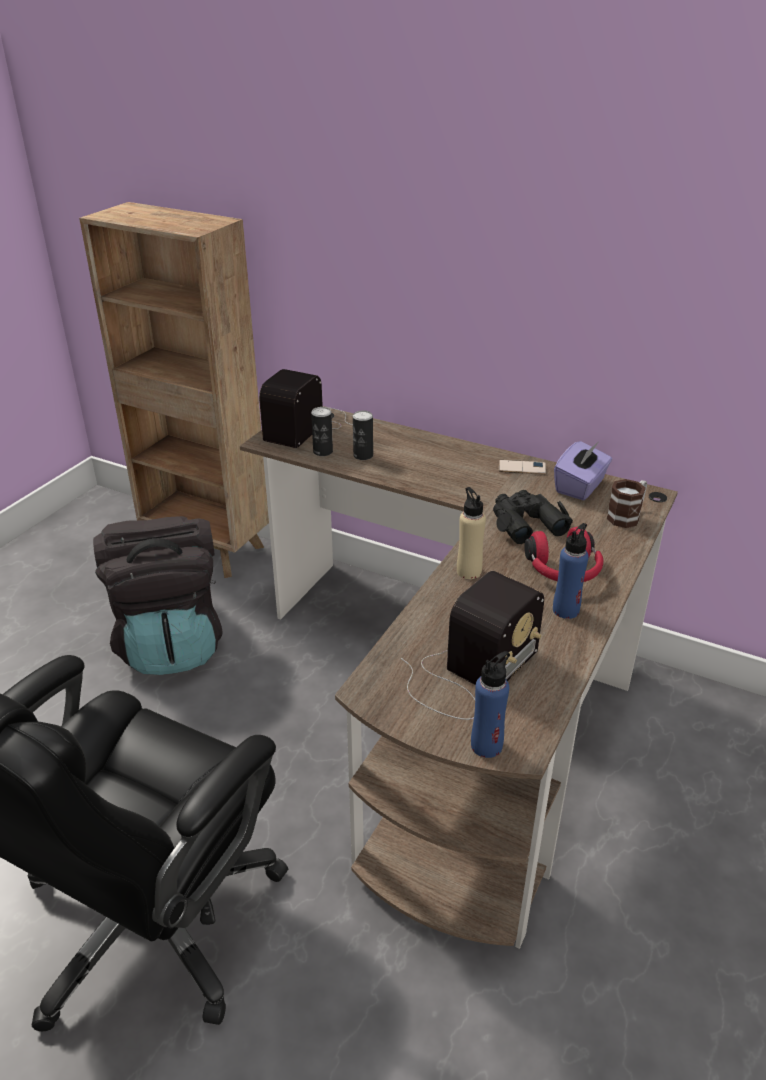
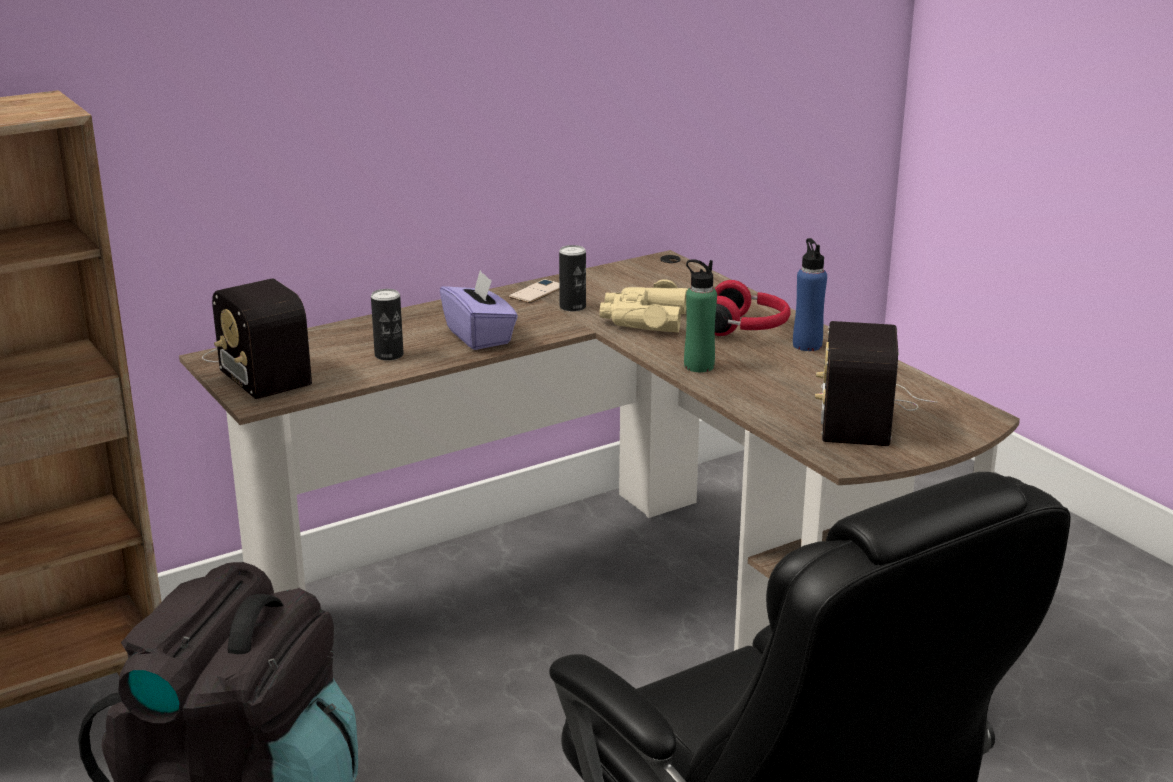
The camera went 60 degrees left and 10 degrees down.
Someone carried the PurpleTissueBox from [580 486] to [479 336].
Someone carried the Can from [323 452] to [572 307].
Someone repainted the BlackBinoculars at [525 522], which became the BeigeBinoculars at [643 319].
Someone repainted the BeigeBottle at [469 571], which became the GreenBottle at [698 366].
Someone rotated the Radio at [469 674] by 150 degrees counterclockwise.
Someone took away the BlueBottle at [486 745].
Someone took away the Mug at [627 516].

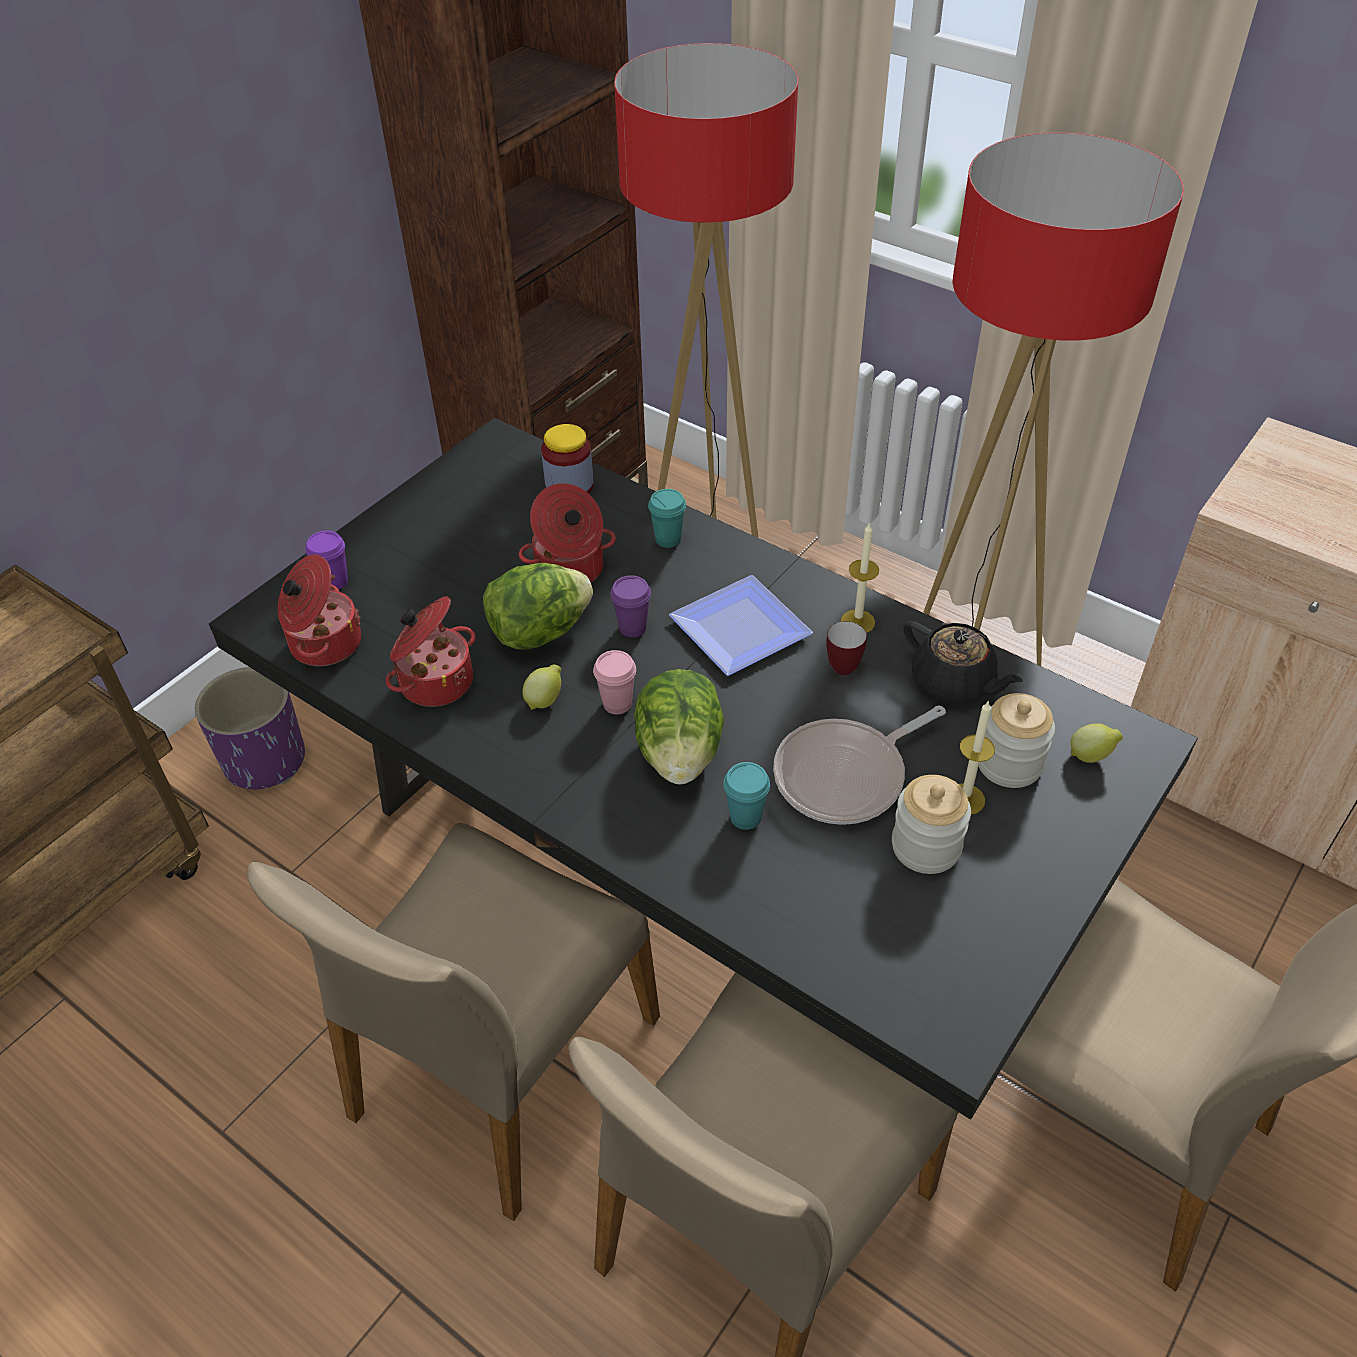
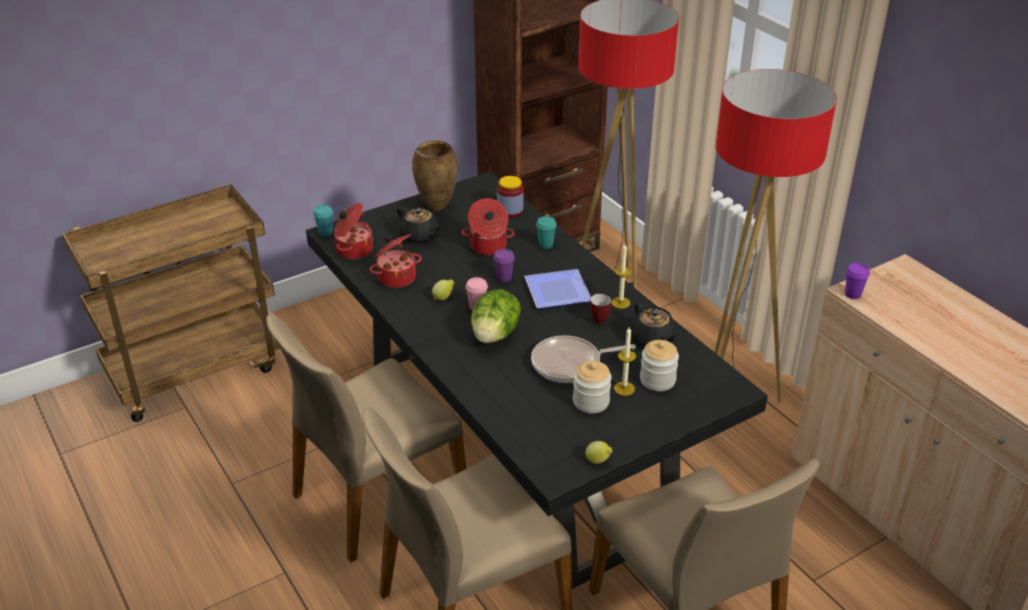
The camera went 20 degrees right and 10 degrees down.
Someone carried the TurquoiseCup from [745 817] to [325 233].
Someone put down the BlackTeapot at [420 237].
Someone put down the BrownVase at [436 209].
Someone carried the Lemon from [1091 756] to [598 461].
Someone carried the PurpleCup from [335 582] to [852 294].
Someone took away the PurplePlanter at [264 761].
Someone took away the Lettuce at [539 632].

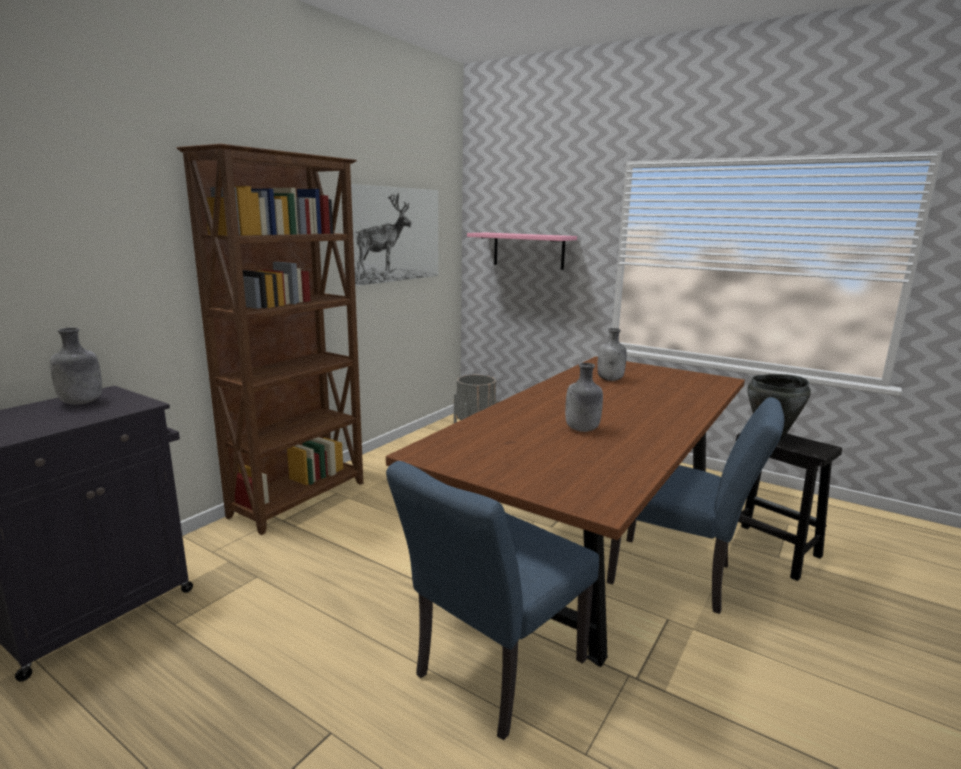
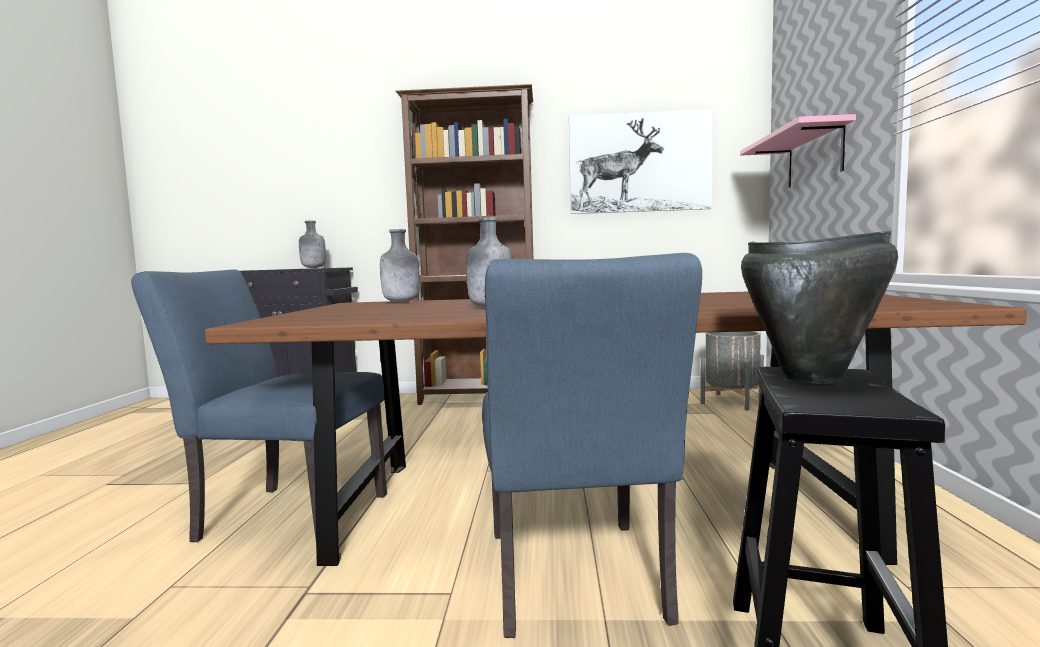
The camera went 60 degrees right and 10 degrees down.
Someone carried the GreyBottle from [610 379] to [401 302].

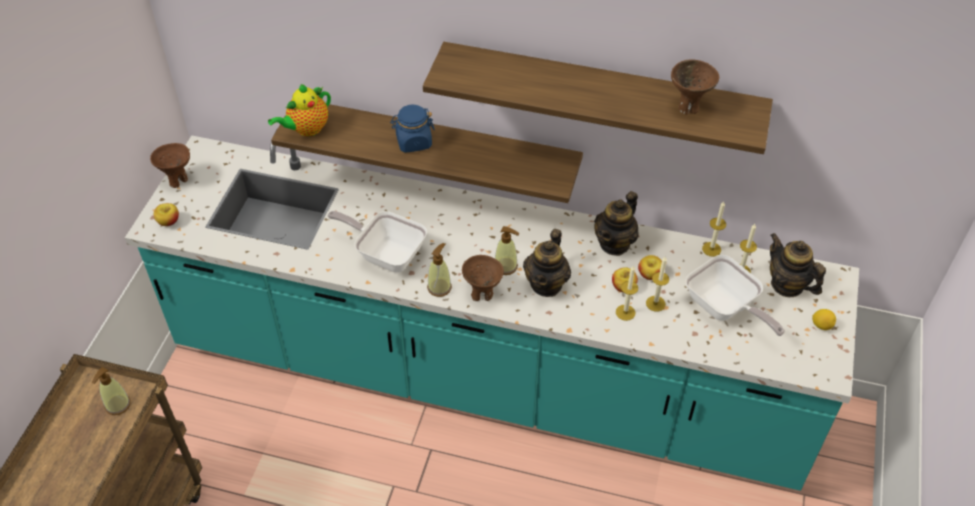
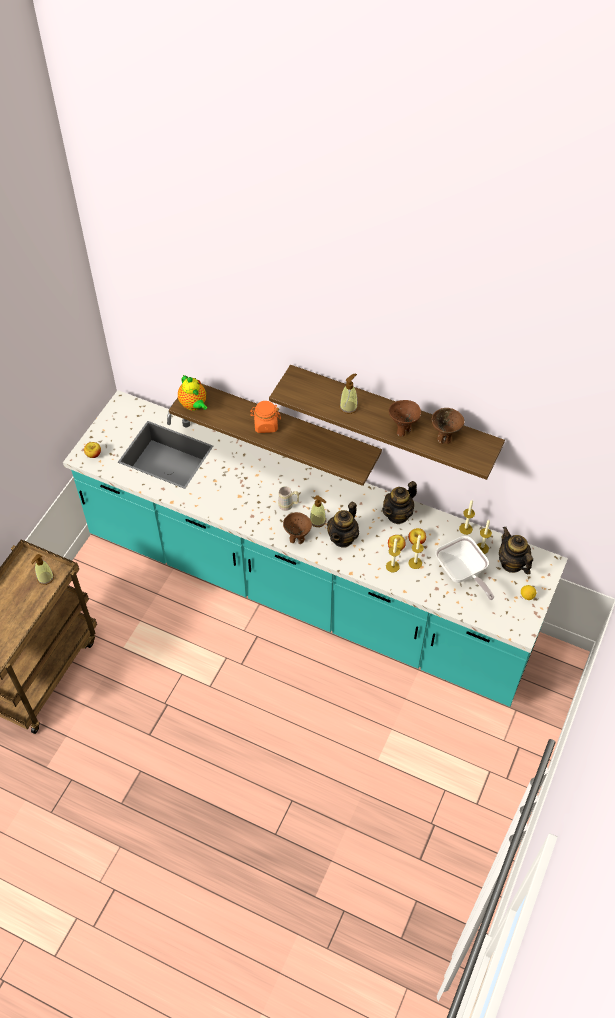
The camera went 10 degrees right and 5 degrees up.
Someone rotated the Teapot at [306 129] by 90 degrees counterclockwise.
Someone repainted the BlueJar at [413 142], which became the OrangeJar at [265 425].
Someone put down the BeigeMug at [288 505].
Someone carried the SoapDispenser from [439 287] to [348 407].
Someone carried the BrownBowl from [177 180] to [403 430].
Someone took away the FryingPan at [386 254].

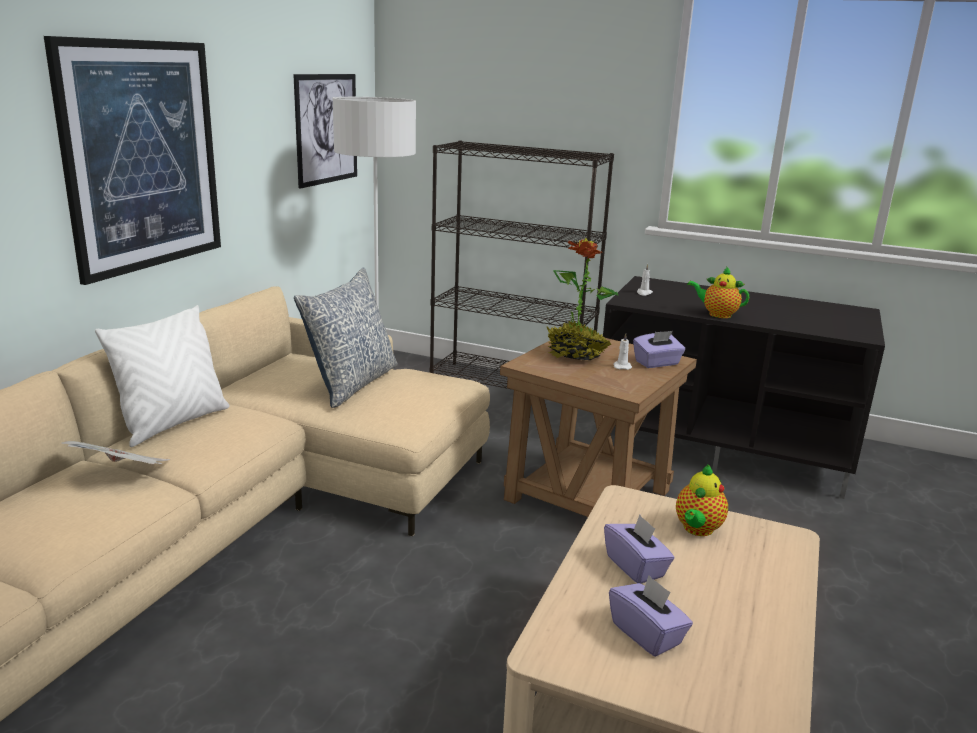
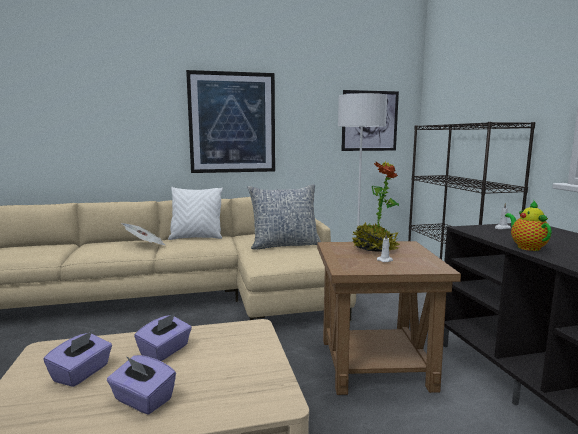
The camera went 55 degrees right and 10 degrees down.
Someone carried the PurpleTissueBox from [657 363] to [142 400].
Someone took away the Teapot at [697 529].

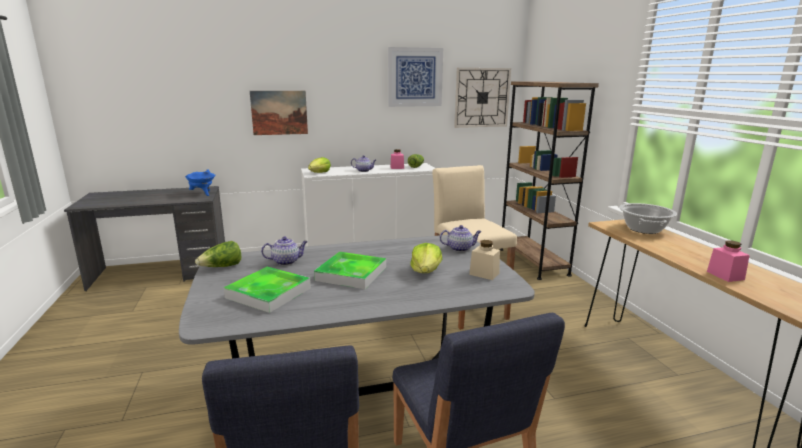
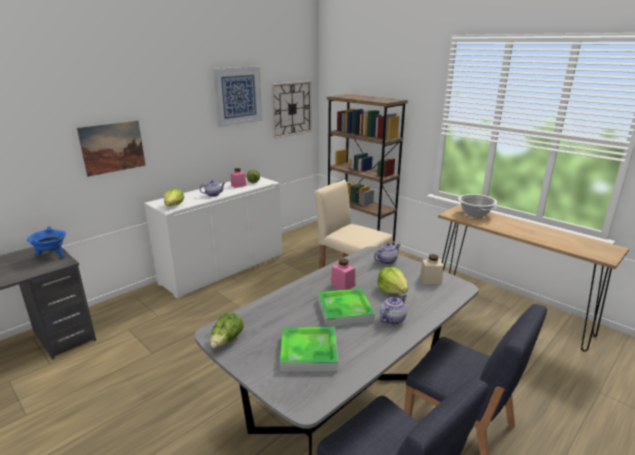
The camera went 30 degrees left and 5 degrees up.
Someone carried the PinkJar from [725 275] to [343 285].
Someone carried the Teapot from [286 261] to [392 319].

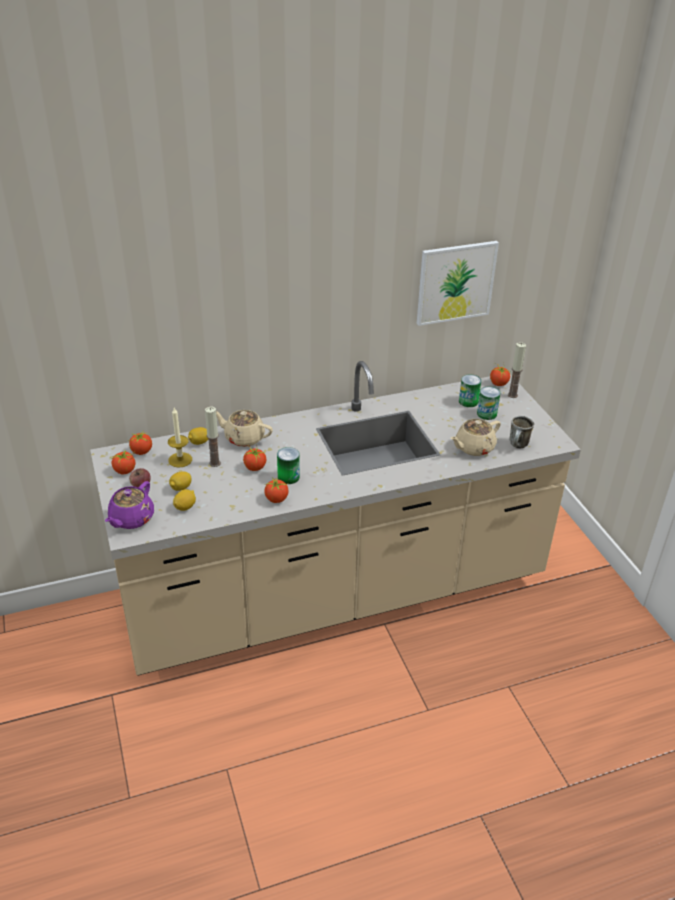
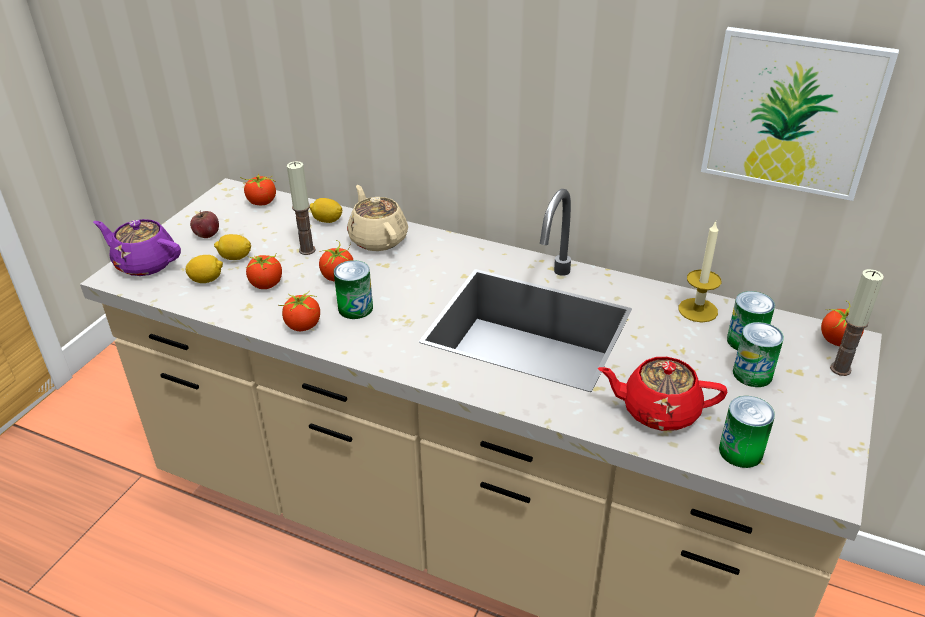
The camera went 45 degrees right and 0 degrees up.
Someone rotated the PurpleTeapot at [131 519] by 45 degrees clockwise.
Someone carried the Tomato from [125 470] to [266 284].
Someone repainted the BeigeTeapot at [473 448], which became the RedTeapot at [658 411].
Someone carried the Candle from [180 460] to [698 310].
Someone swapped the Mug at [518 446] for the Can at [740 451].

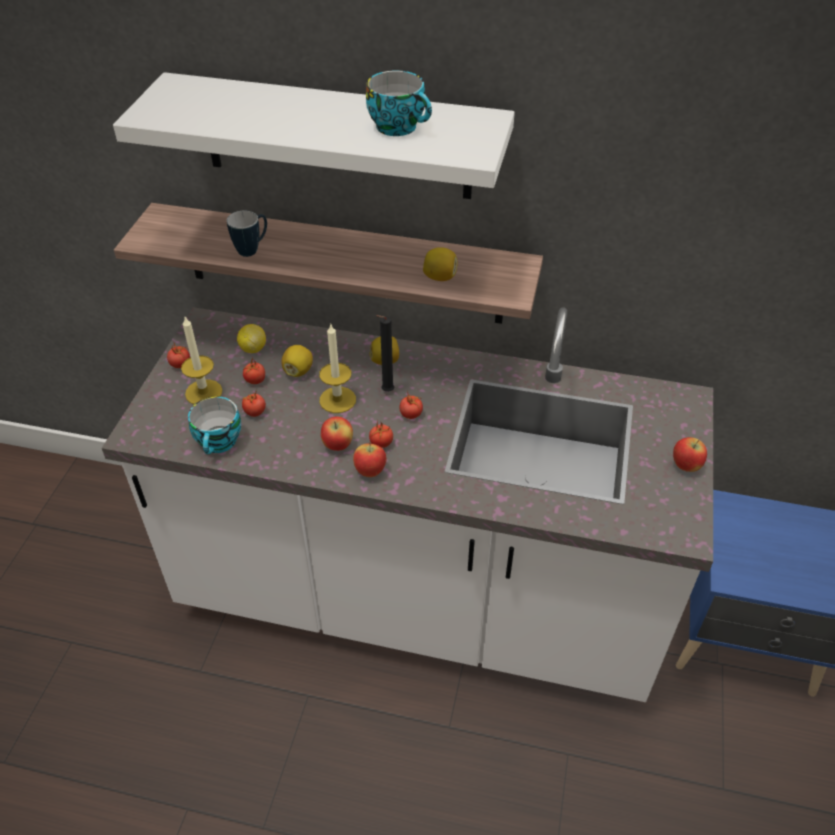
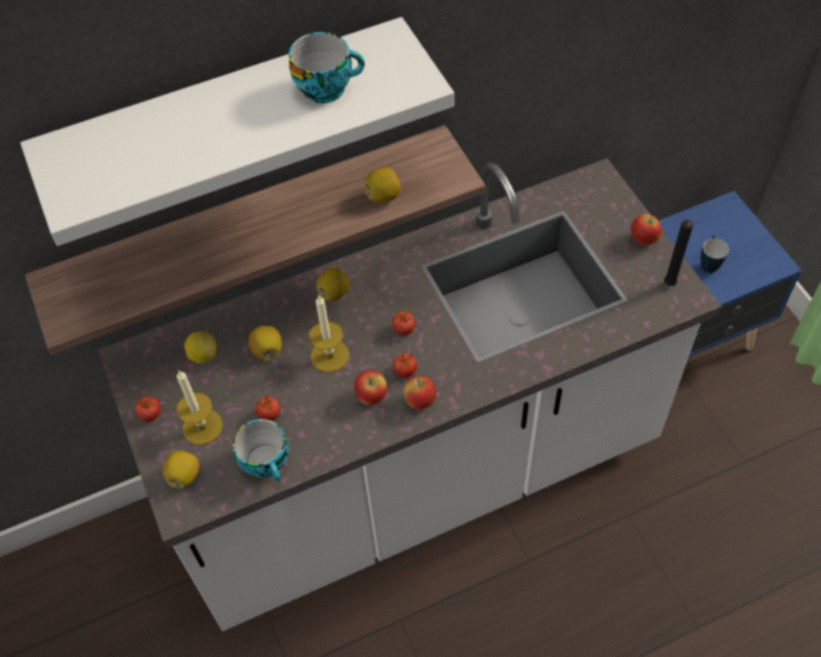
The camera went 35 degrees left and 10 degrees up.
Someone put down the Lemon at [184 475].
Someone carried the BlackCandle from [386 392] to [669 286].
Someone carried the Mug from [252 249] to [709 263].
Someone took away the Tomato at [255 381].

